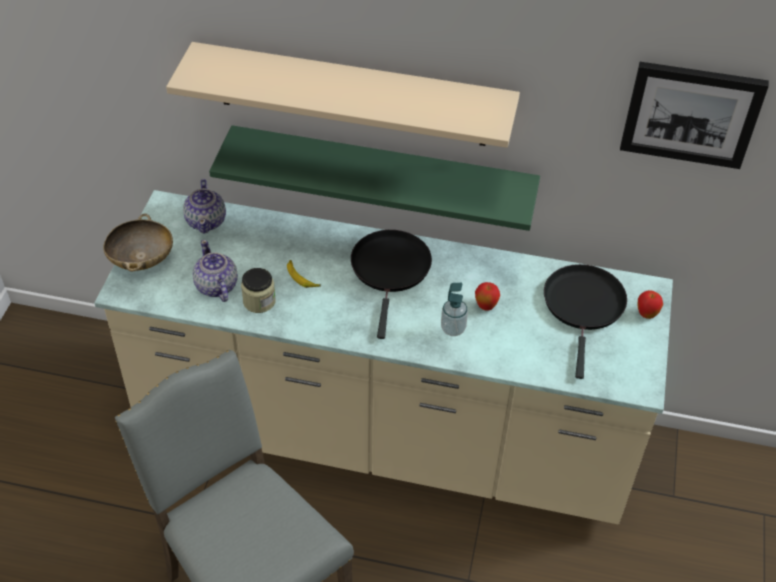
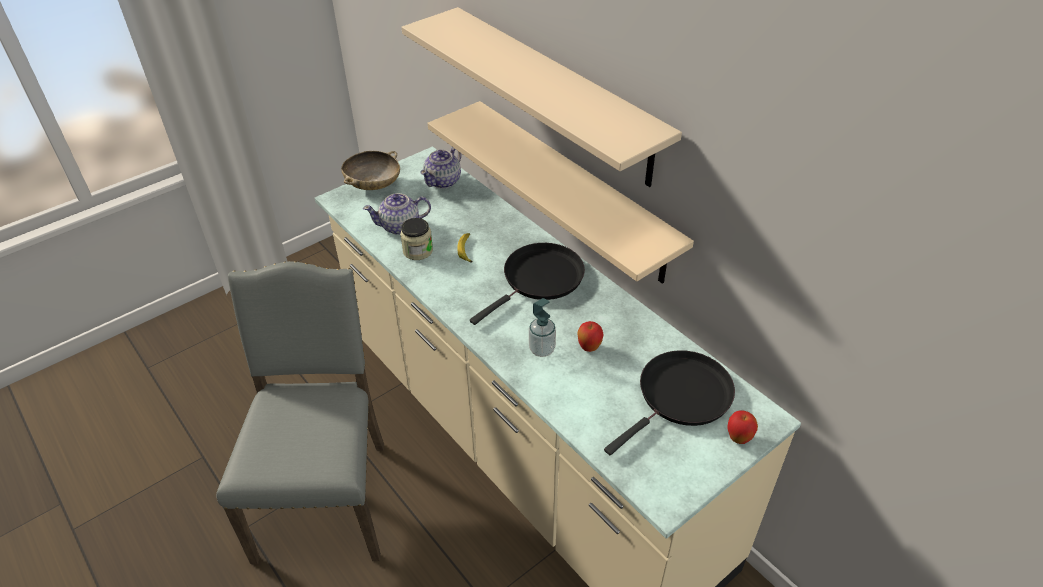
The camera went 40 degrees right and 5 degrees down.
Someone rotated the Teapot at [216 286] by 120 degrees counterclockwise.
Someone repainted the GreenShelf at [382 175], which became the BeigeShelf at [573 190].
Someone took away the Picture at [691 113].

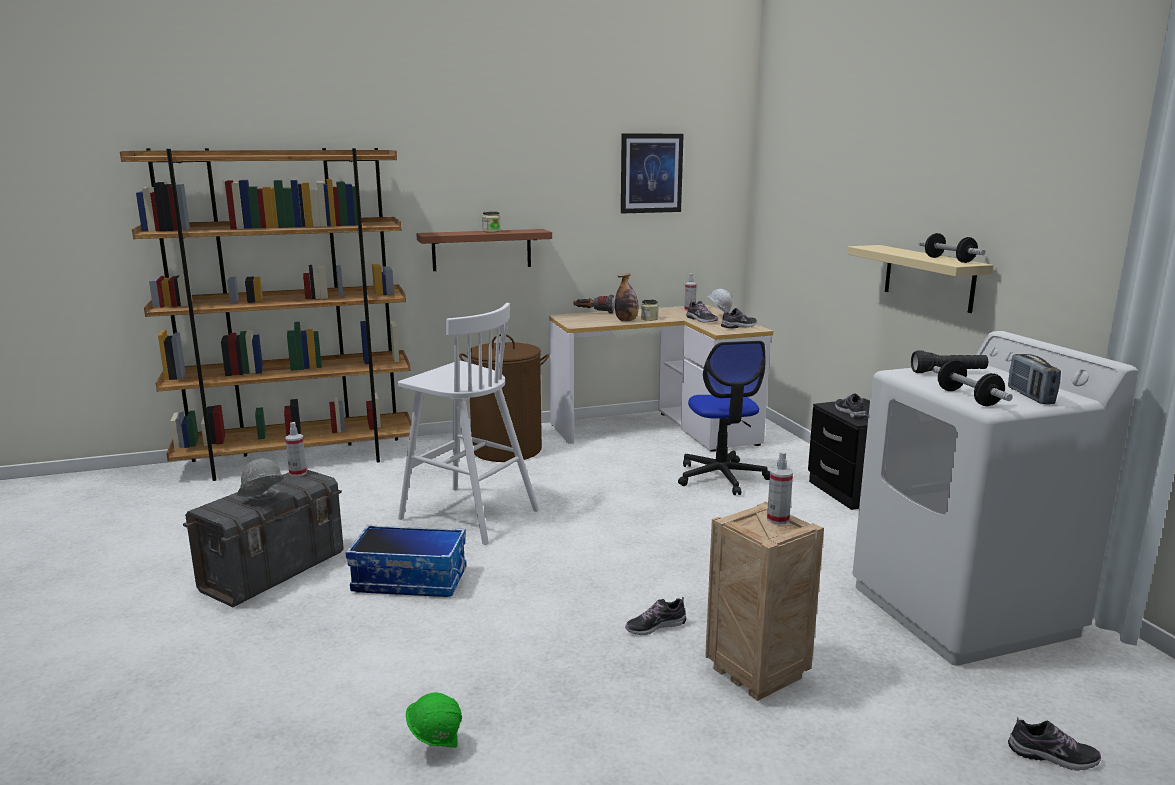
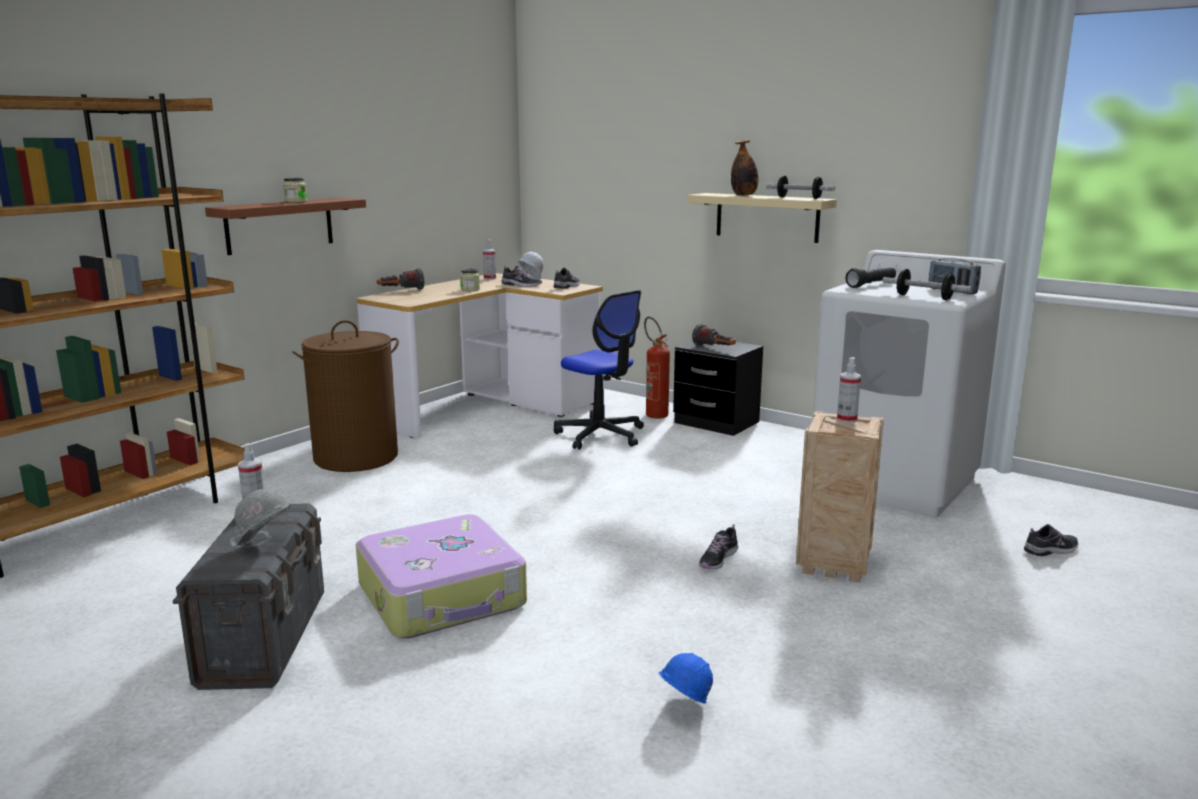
The camera went 35 degrees left and 0 degrees up.
Someone swapped the StorageBox at [411 580] for the Suitcase at [443 596].
Someone put down the FireExtinguisher at [654 414].
Someone repainted the GreenHardHat at [435 744], which became the BlueHardHat at [683 709].
Someone swapped the Shoe at [850 413] for the Flashlight at [715 348].
Someone carried the Bottle from [626 320] to [744 195].
Someone took away the WhiteStool at [466 514].
Someone took away the Picture at [651 173].

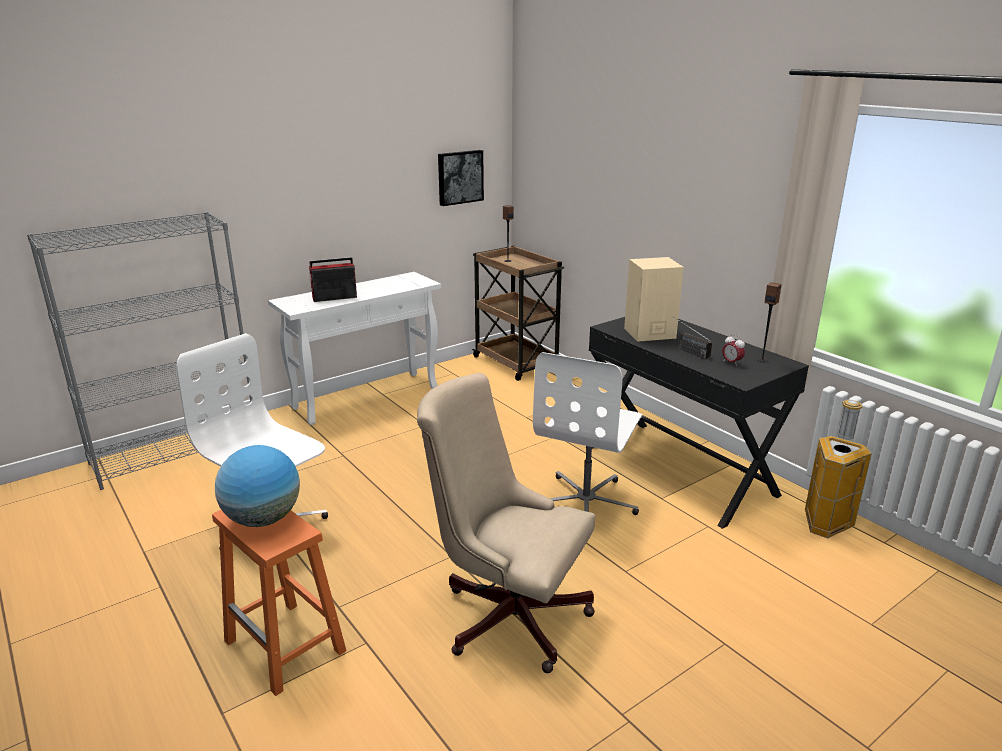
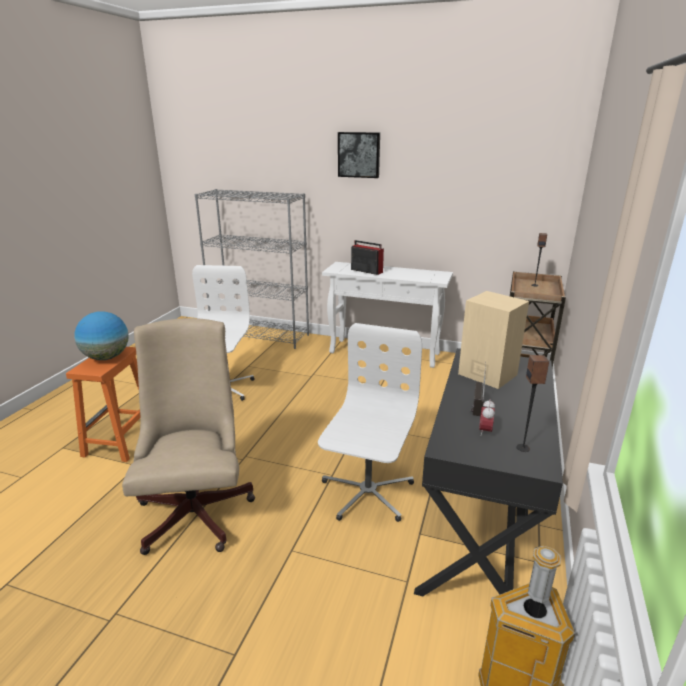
The camera went 55 degrees right and 0 degrees up.
Someone rotated the WhiteOfficeChair at [587 502] by 120 degrees clockwise.
Someone carried the Picture from [459 177] to [359 155].

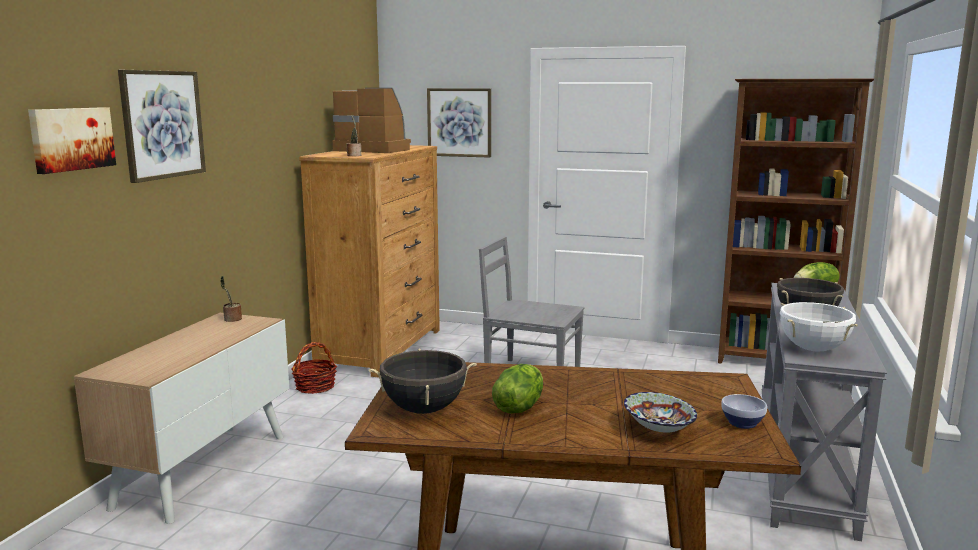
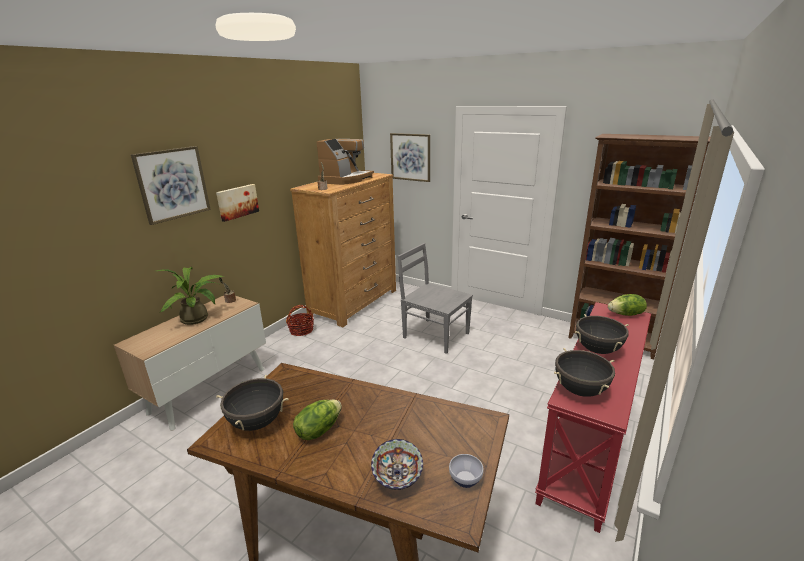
The camera went 15 degrees right and 10 degrees up.
Someone put down the PottedPlant at [198 319].
Someone carried the Picture from [71 139] to [237 202].
Someone rotated the CoffeeMachine at [374 149] by 75 degrees clockwise.
Someone repainted the GreyConsoleTable at [805 462], which became the RedConsoleTable at [590 444].
Someone repainted the WhiteCookingPot at [813 349], which became the BlackCookingPot at [580 390].

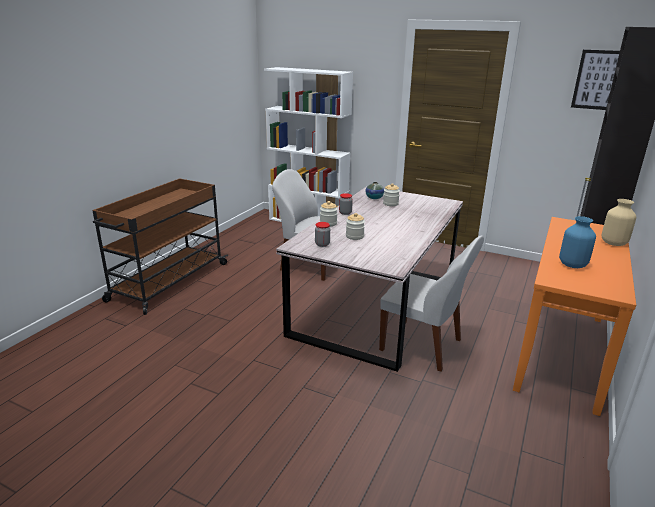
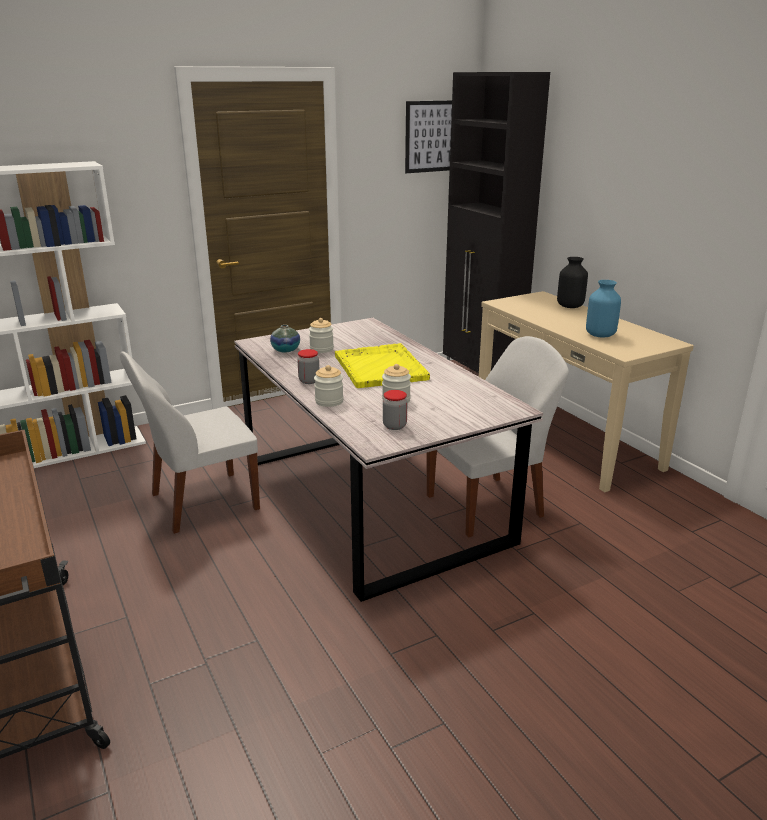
The camera went 55 degrees left and 0 degrees up.
Someone put down the YellowTray at [380 367].
Someone repainted the OrangeConsoleTable at [562 351], which became the BeigeConsoleTable at [565 438].
Someone repainted the BeigeVase at [614 243], which became the BlackVase at [570 306].

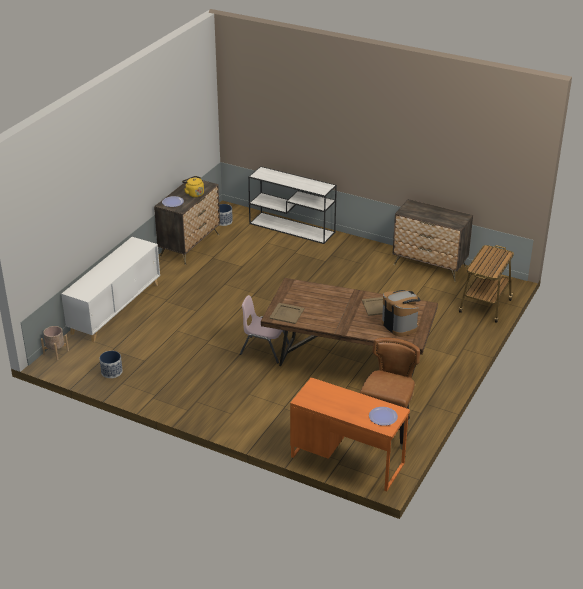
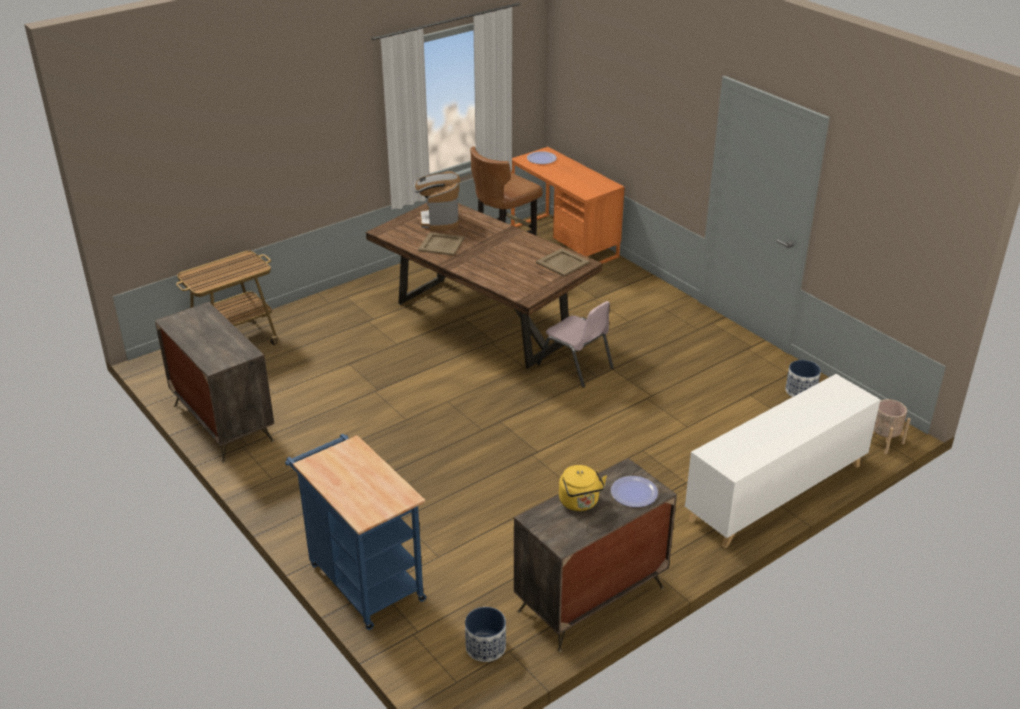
The camera went 155 degrees left and 0 degrees up.
Someone swapped the WhiteConsoleTable at [293 228] for the BlueCart at [362 578].

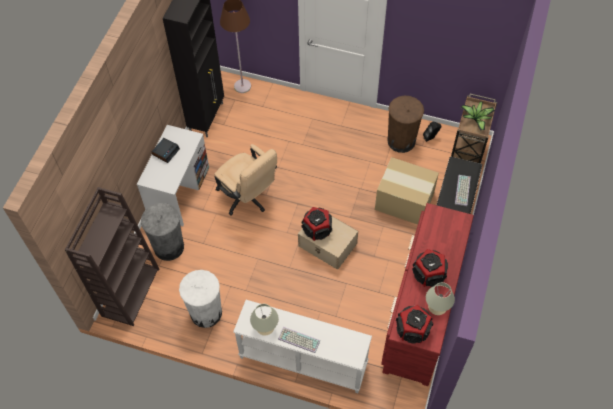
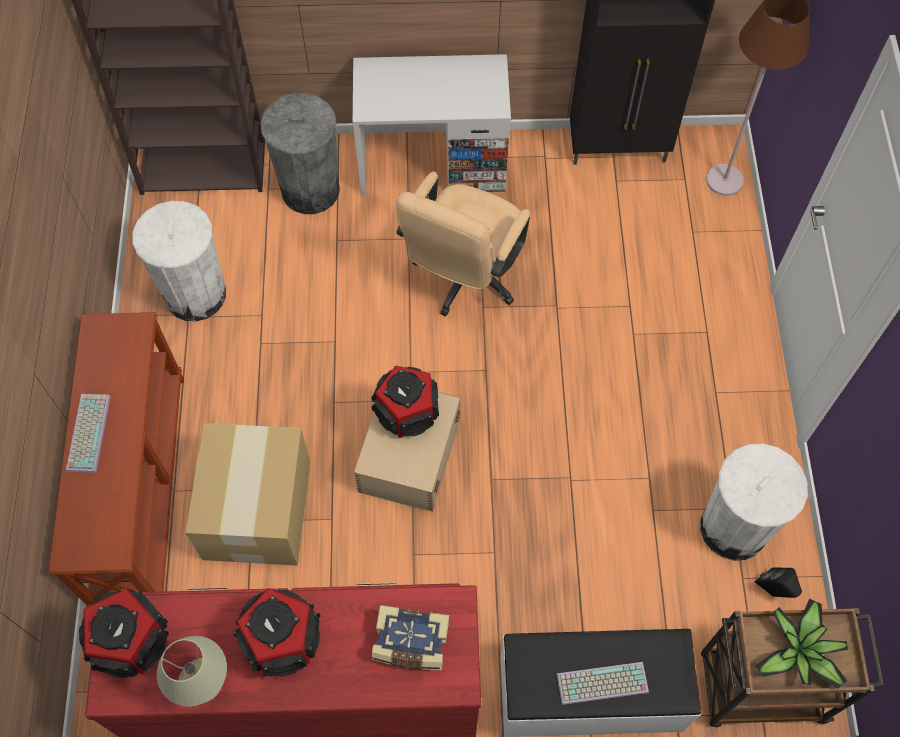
The camera went 70 degrees right and 5 degrees up.
Someone repainted the WhiteConsoleTable at [302 361], which became the BrownConsoleTable at [139 489].
Someone carried the CardboardBox from [405 201] to [256 511].
Someone put down the Book at [410 643].
Someone repainted the BrownTrashCan at [401 141], which became the WhiteTrashCan at [733 528].
Someone took away the AlarmClock at [166 151].
Someone took away the BeigeTableLamp at [265 327].

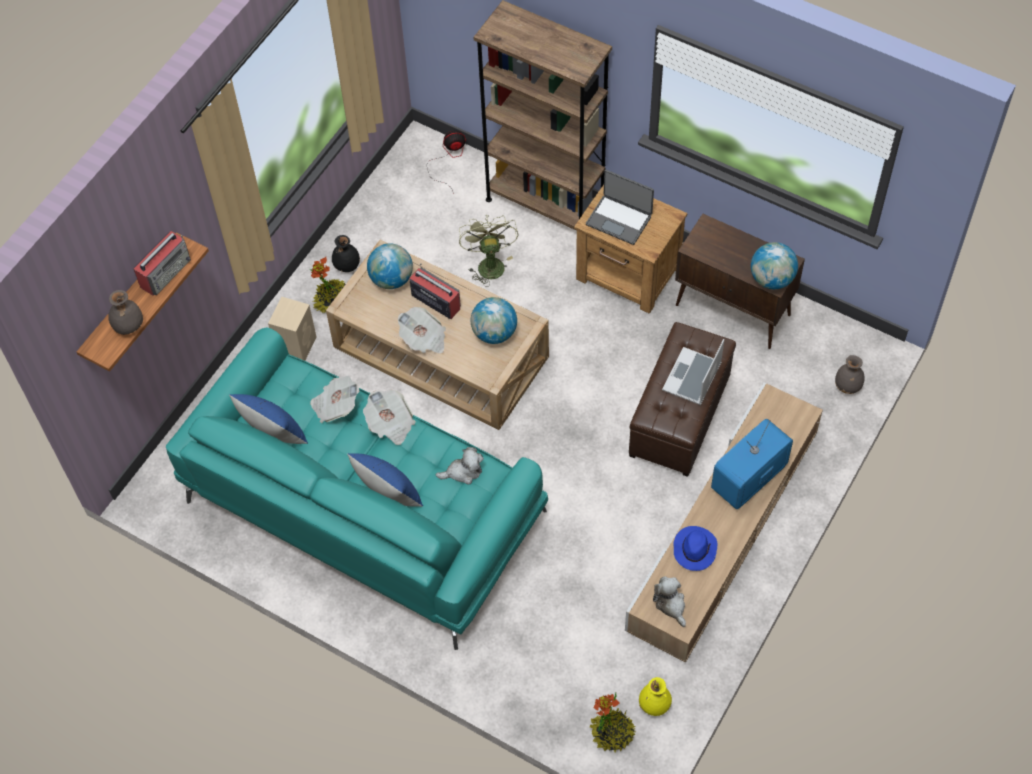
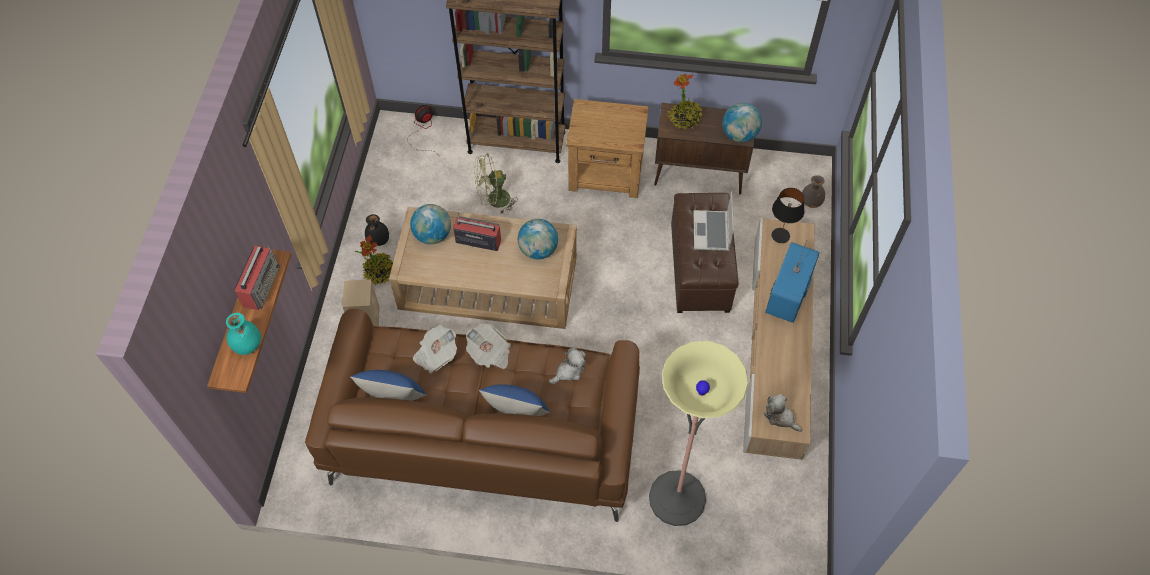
The camera went 25 degrees left and 0 degrees up.
Someone repainted the GreyVase at [128 326], which became the TurquoiseVase at [247 345].
Someone repainted the TurquoiseSofa at [362 505], which became the BrownSofa at [482 431].
Someone rotated the GreenFan at [489 263] by 75 degrees counterclockwise.
Someone put down the FloorLamp at [677 498].
Someone carried the PottedPlant from [612 733] to [684 119].
Someone put down the BlackTableLamp at [780 235].
Someone took away the Newspaper at [424 339].
Someone took away the Laptop at [619 219].
Someone took away the YellowVase at [654 705].
Someone took away the BlueHat at [694 549].

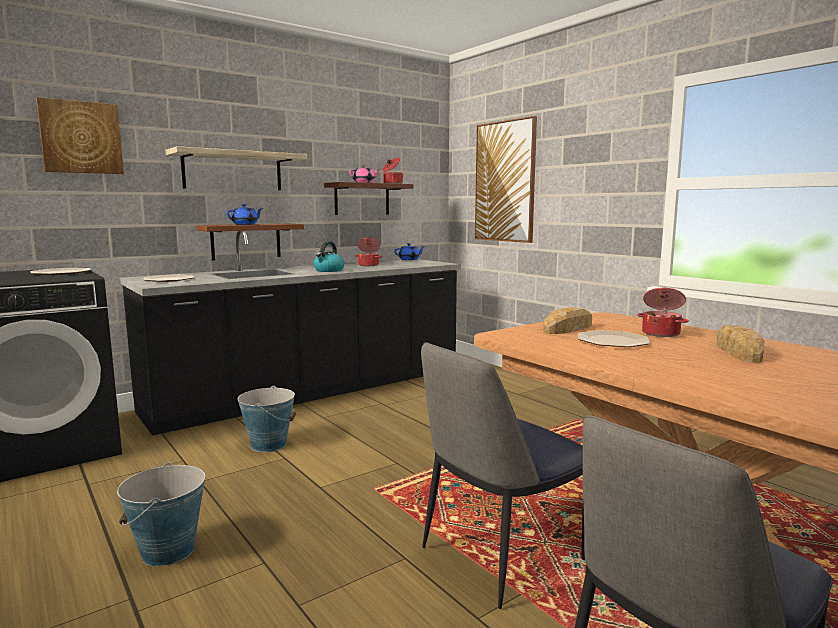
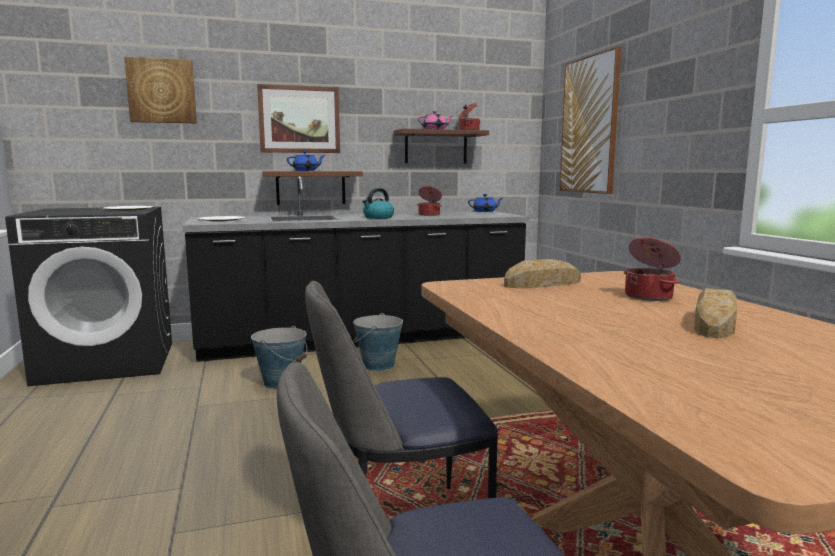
The camera went 20 degrees right and 0 degrees up.
Someone swapped the Shelf at [233 171] for the Picture at [299 119].
Someone carried the Bucket from [168 551] to [378 365].
Someone took away the Plate at [612 341].

